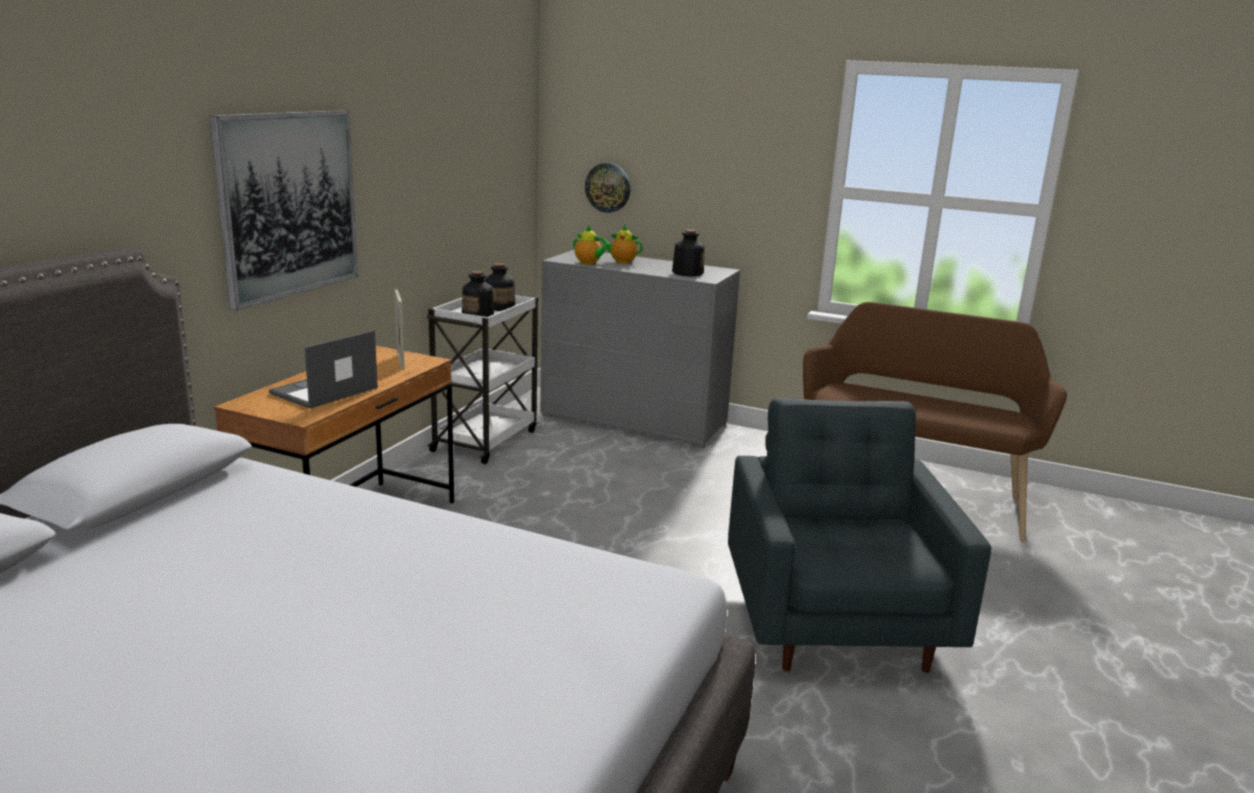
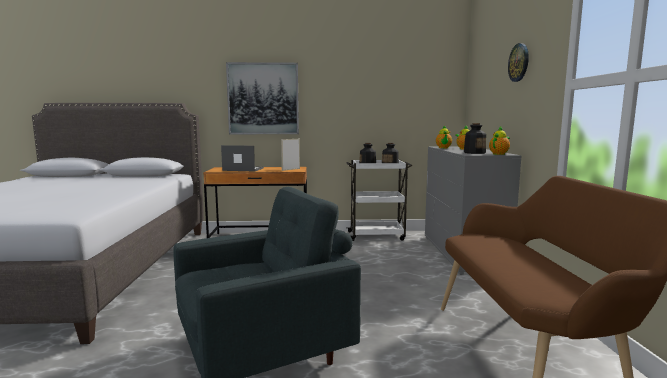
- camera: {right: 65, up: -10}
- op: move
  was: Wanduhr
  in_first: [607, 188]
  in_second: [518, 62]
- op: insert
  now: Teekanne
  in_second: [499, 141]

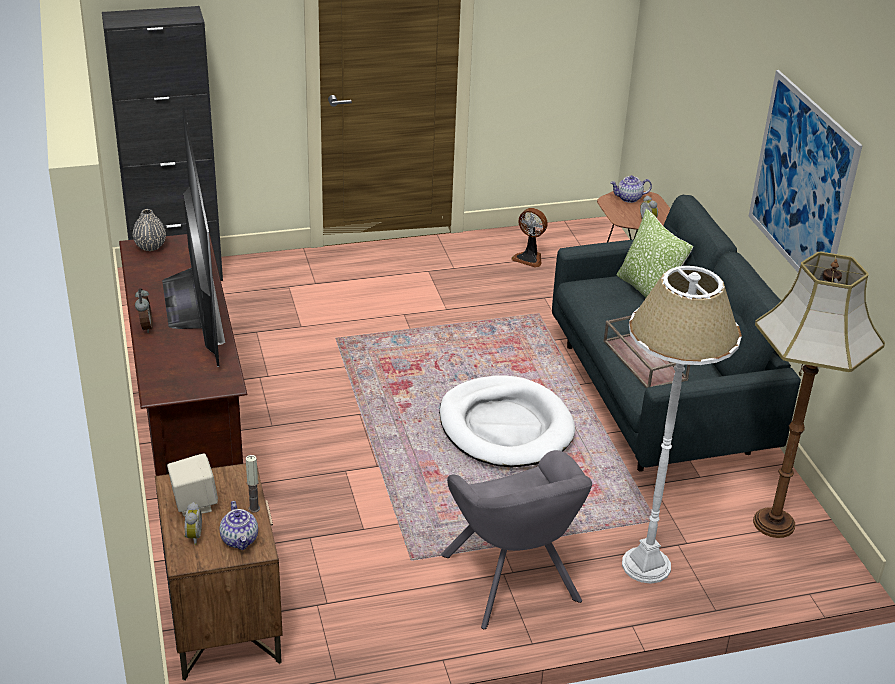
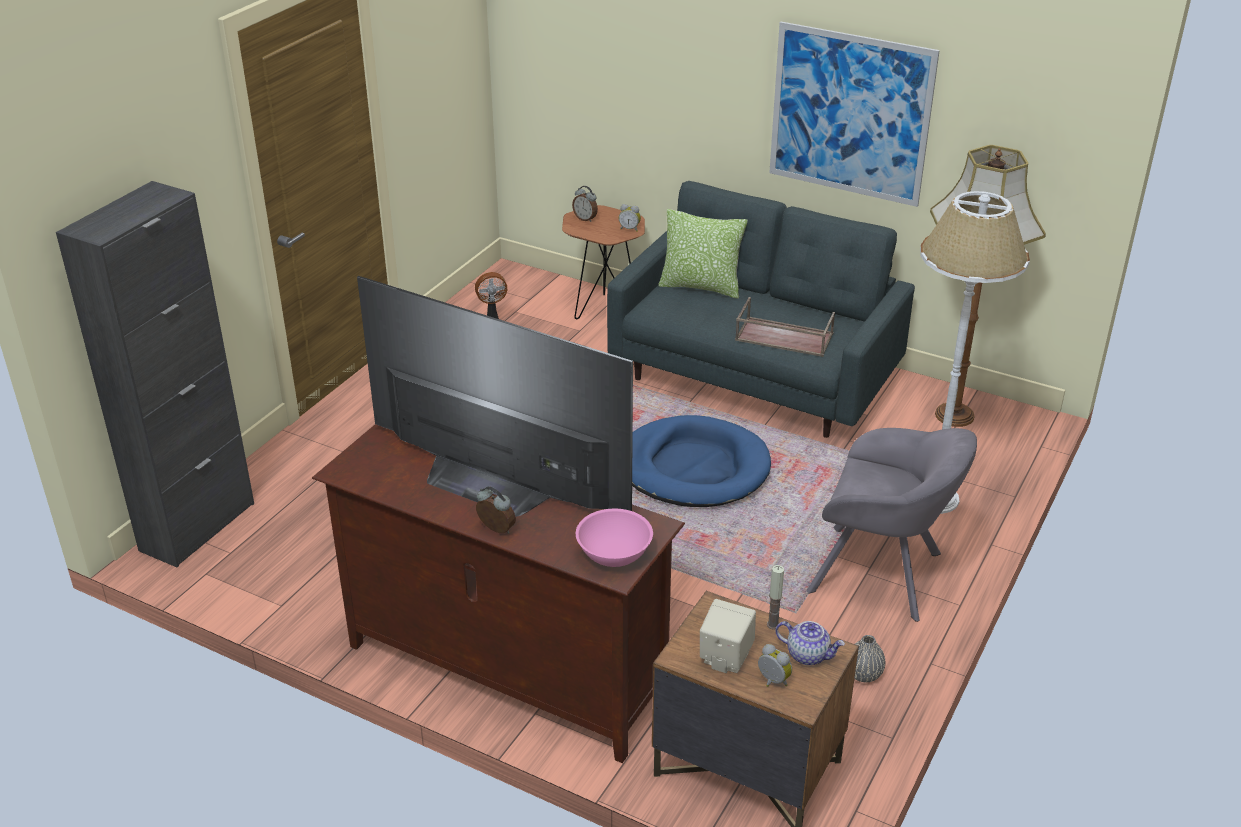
- camera: {right: -45, up: 0}
- op: replace
  was: Teekanne
  now: Wecker
  in_first: [631, 189]
  in_second: [585, 204]
- op: move
  was: Vase (grau)
  in_first: [149, 230]
  in_second: [870, 658]
- op: recolor
  was: Hundebett (weiß)
  now: Hundebett (blau)
  in_first: [507, 421]
  in_second: [701, 461]
- op: insert
  now: Schüssel (rosa)
  in_second: [614, 538]

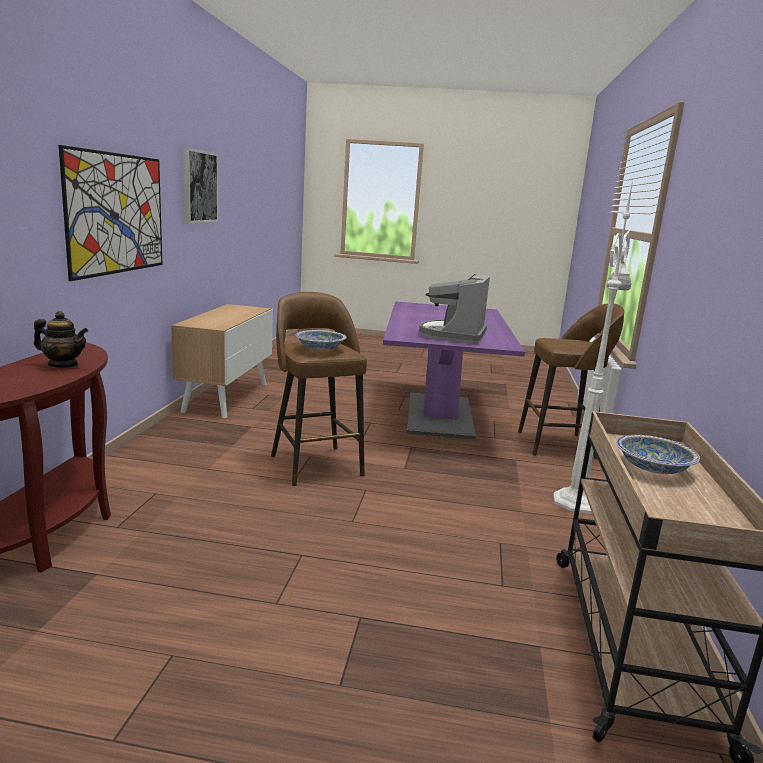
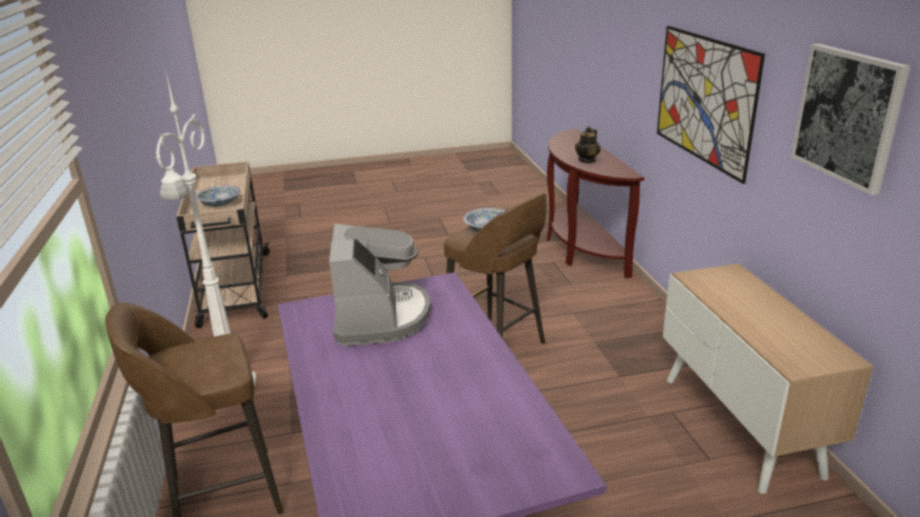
- camera: {right: 160, up: 10}
- op: rotate
  was: Teekanne
  in_first: [61, 339]
  in_second: [587, 144]
  clockwise: -45

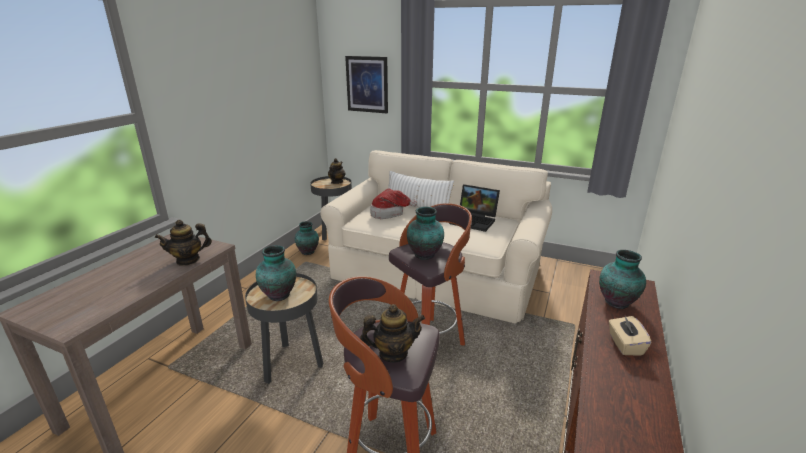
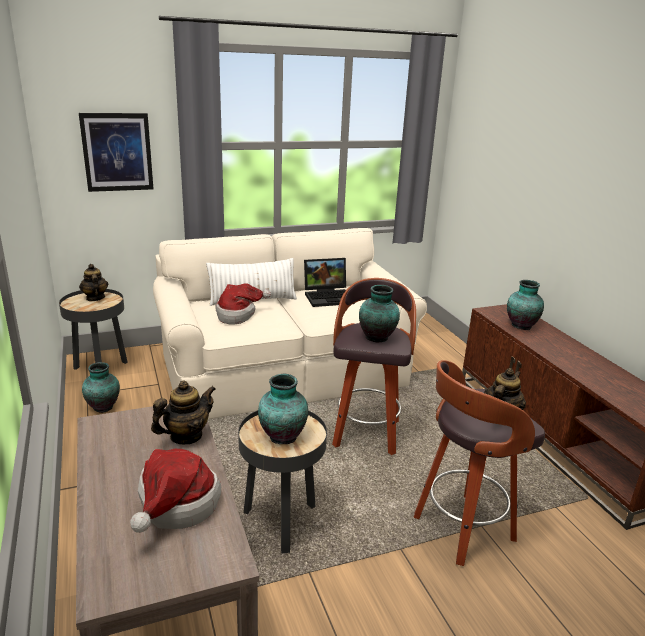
- camera: {right: -45, up: 0}
- op: rotate
  was: Teekanne
  in_first: [183, 242]
  in_second: [183, 412]
  clockwise: -150
- op: delete
  was: Taschentuchbox (beige)
  in_first: [630, 336]
- op: insert
  now: Hut
  in_second: [175, 491]

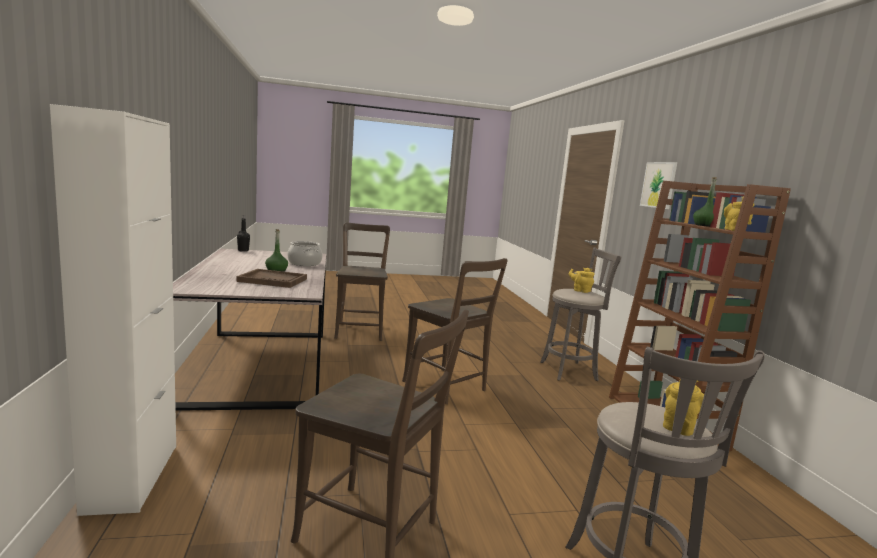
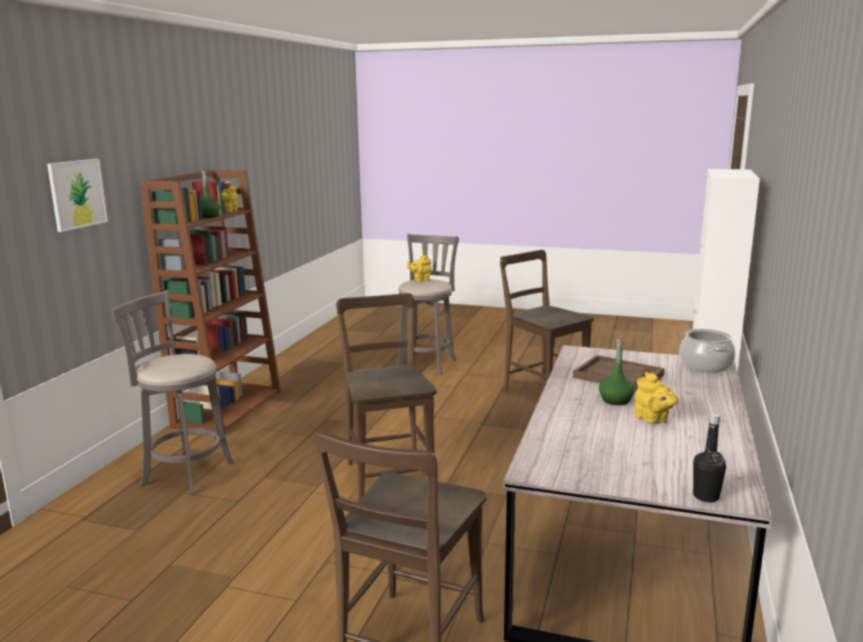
- camera: {right: -150, up: 5}
- op: move
  was: Kochtopf
  in_first: [305, 253]
  in_second: [707, 351]
- op: move
  was: Teekanne (gelb)
  in_first: [581, 280]
  in_second: [656, 398]

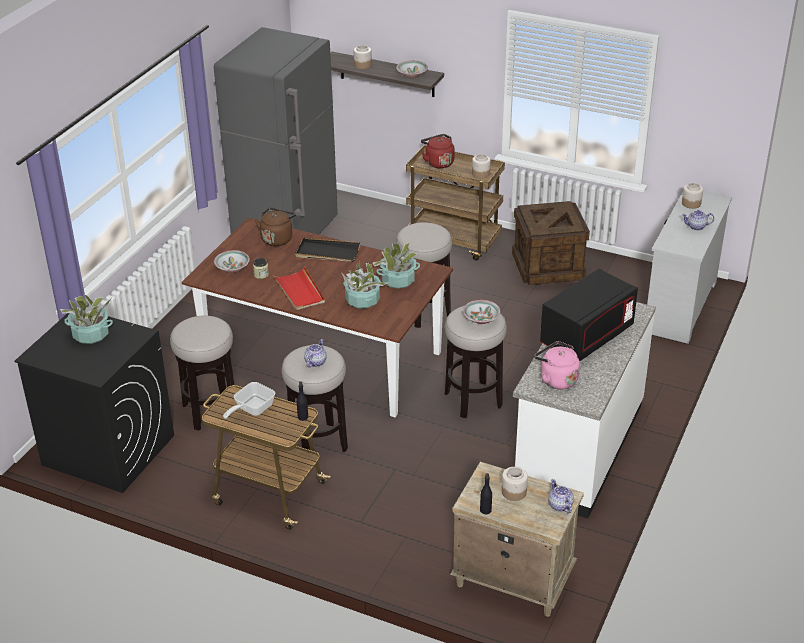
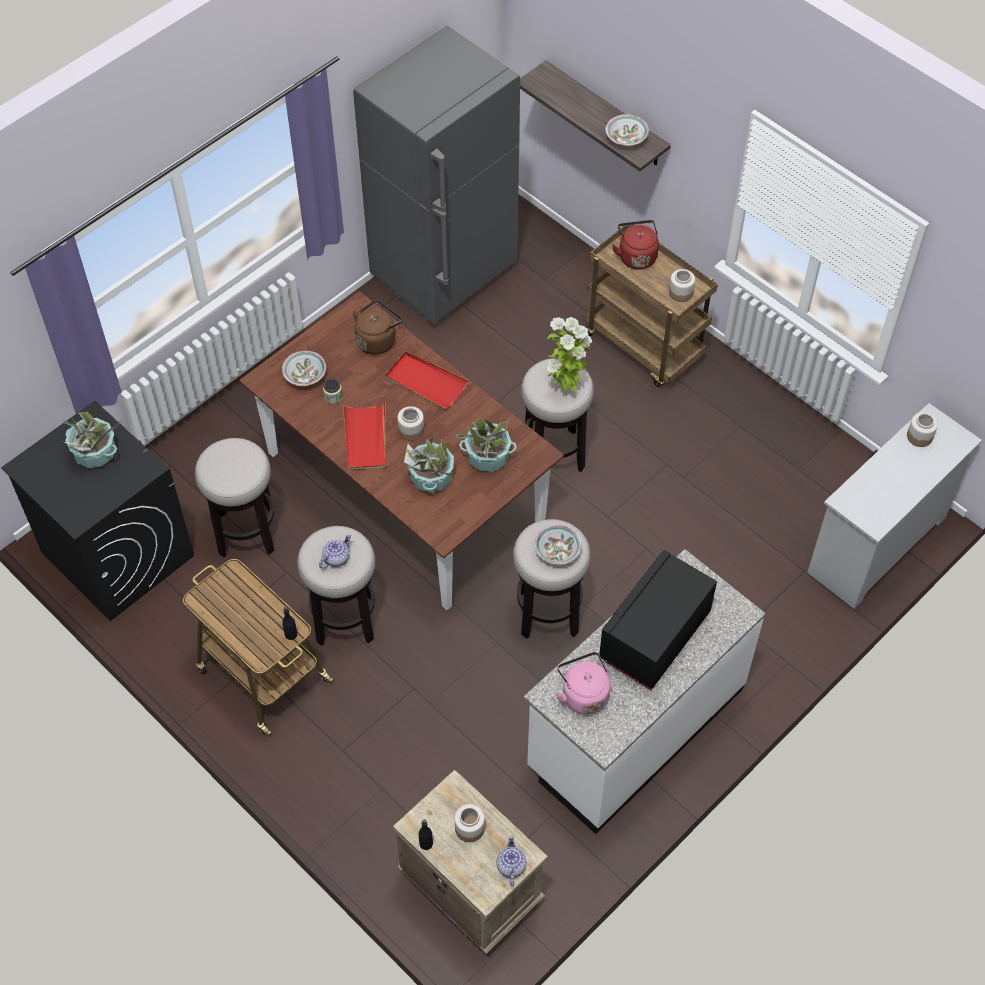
- camera: {right: 20, up: 20}
- op: move
  was: Vorratsglas
  in_first: [363, 57]
  in_second: [411, 423]
- op: delete
  was: Kiste
  in_first: [551, 243]
- op: delete
  was: Teekanne
  in_first: [698, 220]
- op: recolor
  was: Tablett (schwarz)
  now: Tablett (rot)
  in_first: [327, 250]
  in_second: [427, 380]
- op: rotate
  was: Mikrowelle (schwarz)
  in_first: [589, 315]
  in_second: [658, 620]
  clockwise: 150
- op: delete
  was: Pfanne
  in_first: [249, 400]
- op: insert
  now: Topfpflanze
  in_second: [569, 354]

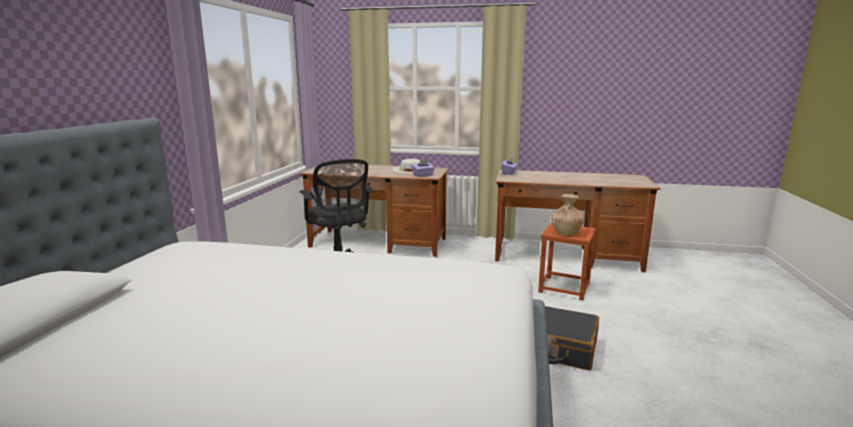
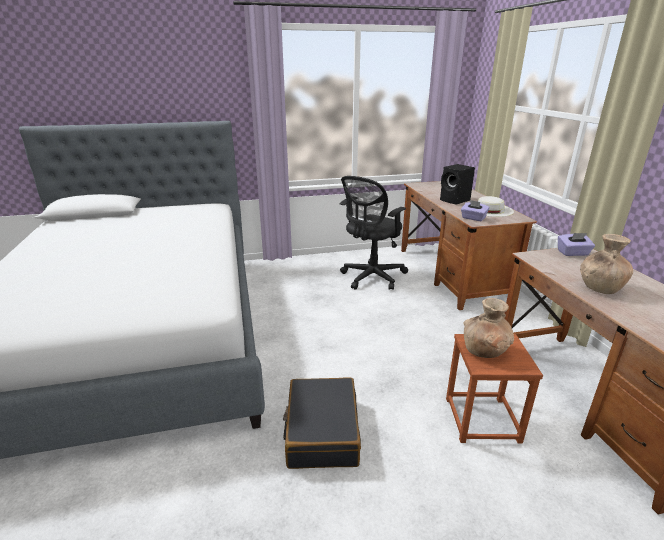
- camera: {right: 65, up: 10}
- op: insert
  now: Lautsprecher (schwarz)
  in_second: [457, 184]
- op: insert
  now: Vase (braun)
  in_second: [606, 264]

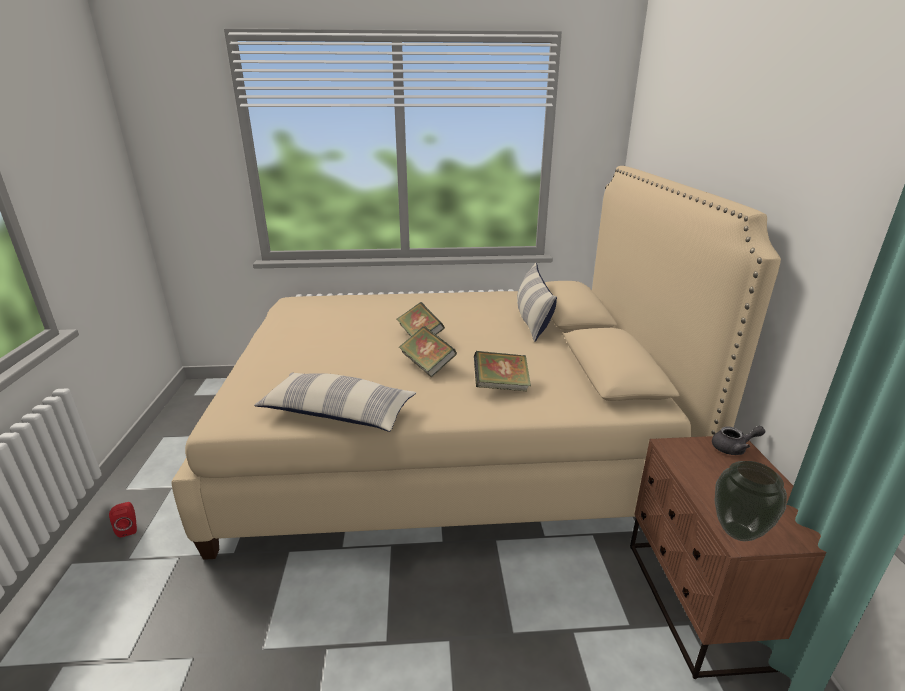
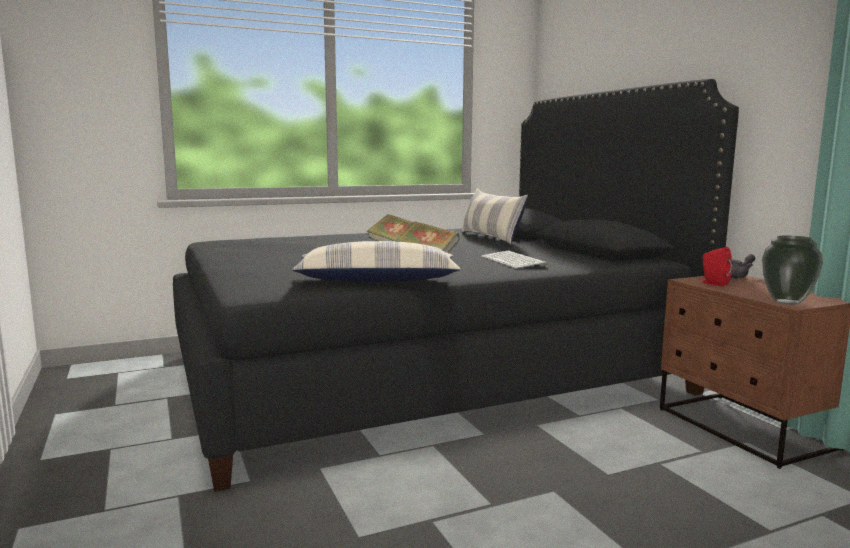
- camera: {right: -20, up: -15}
- op: recolor
  was: Bett (beige)
  now: Bett (schwarz)
  in_first: [476, 363]
  in_second: [456, 285]
- op: replace
  was: Buch
  now: Tastatur
  in_first: [502, 371]
  in_second: [514, 259]
- op: move
  was: Lautsprecher (rot)
  in_first: [123, 519]
  in_second: [716, 266]

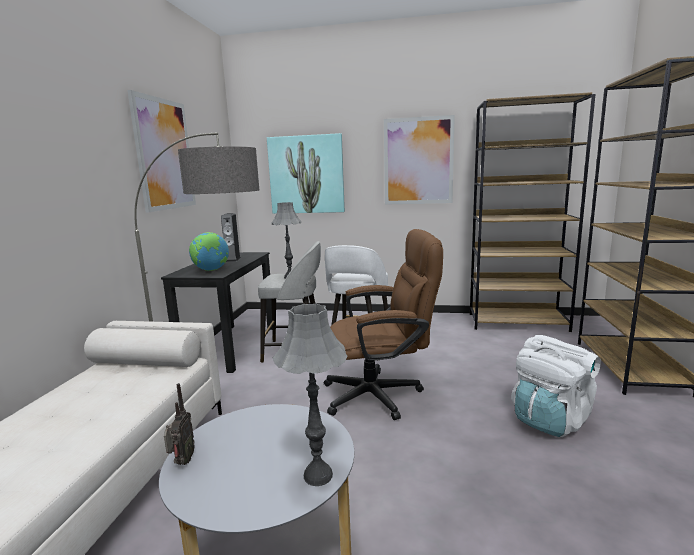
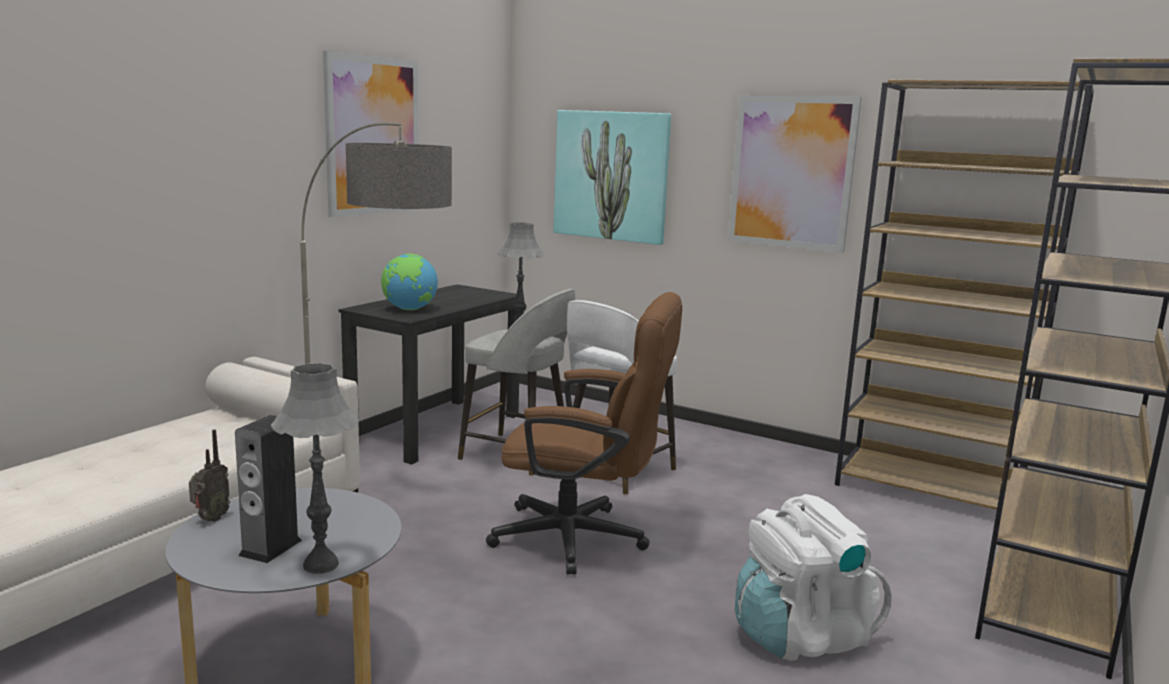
- camera: {right: 20, up: 0}
- op: move
  was: Lautsprecher
  in_first: [231, 237]
  in_second: [268, 489]

